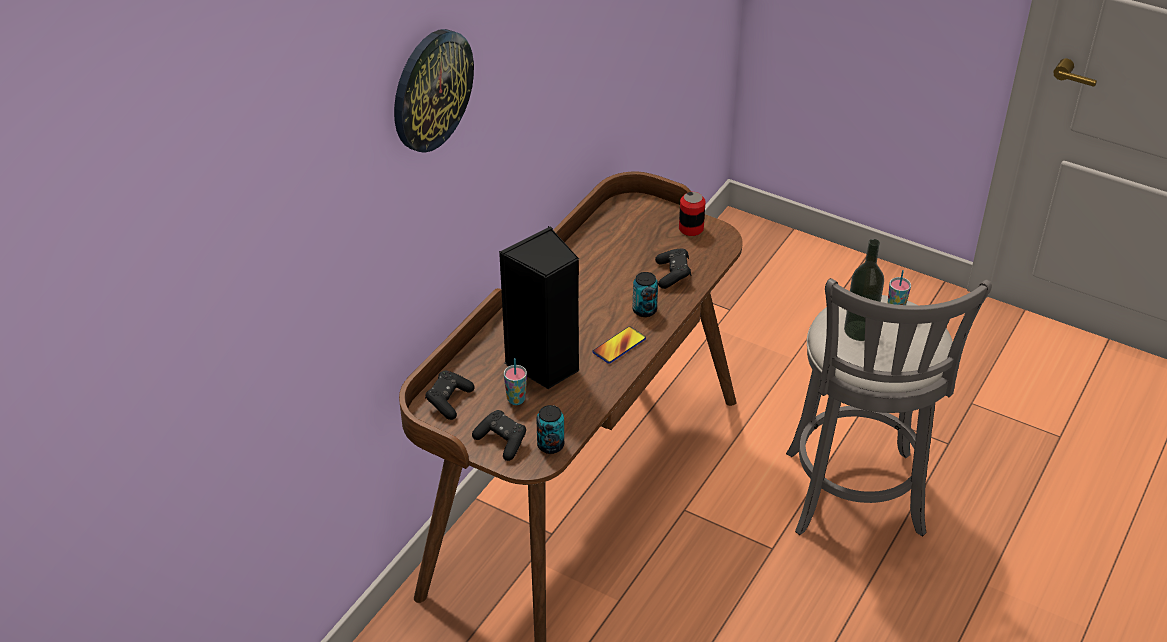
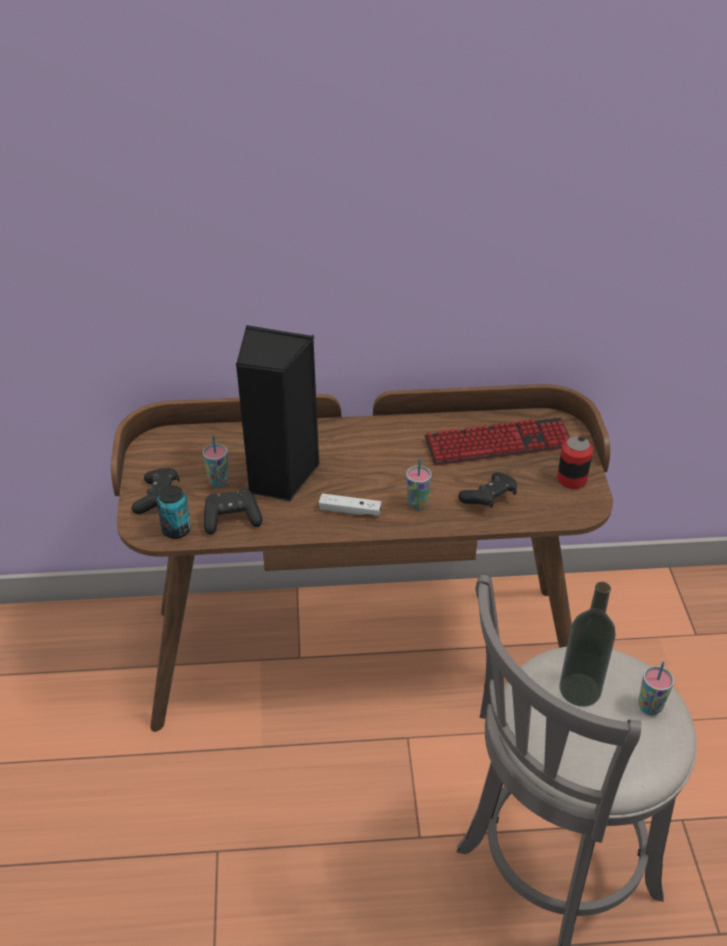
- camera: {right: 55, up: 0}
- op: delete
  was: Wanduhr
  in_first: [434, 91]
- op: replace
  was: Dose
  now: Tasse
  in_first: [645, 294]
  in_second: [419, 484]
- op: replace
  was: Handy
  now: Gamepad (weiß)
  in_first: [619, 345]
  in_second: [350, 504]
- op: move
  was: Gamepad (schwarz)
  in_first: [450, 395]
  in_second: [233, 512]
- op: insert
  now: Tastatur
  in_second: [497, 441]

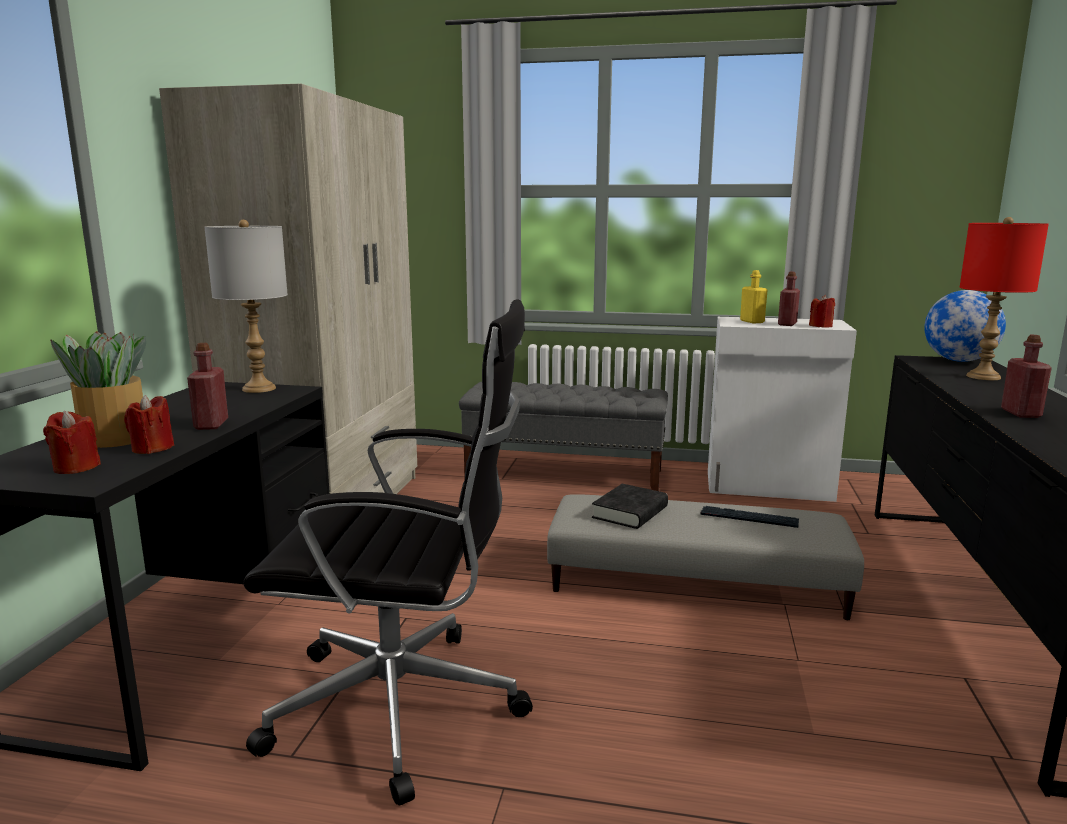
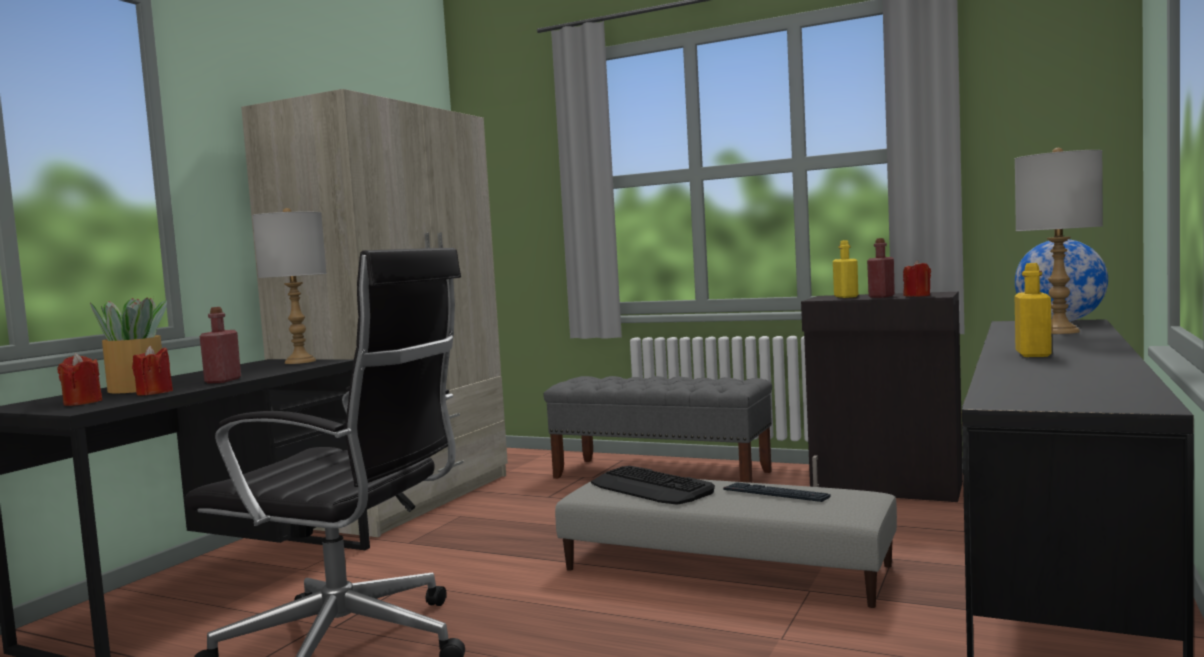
- camera: {right: 15, up: -10}
- op: recolor
  was: Tischlampe (rot)
  now: Tischlampe (grau)
  in_first: [1004, 298]
  in_second: [1059, 241]
- op: recolor
  was: Schrank (weiß)
  now: Schrank (schwarz)
  in_first: [782, 409]
  in_second: [882, 397]
- op: recolor
  was: Flasche (rot)
  now: Flasche (gelb)
  in_first: [1026, 376]
  in_second: [1033, 310]
- op: replace
  was: Buch (schwarz)
  now: Tastatur
  in_first: [630, 506]
  in_second: [653, 485]

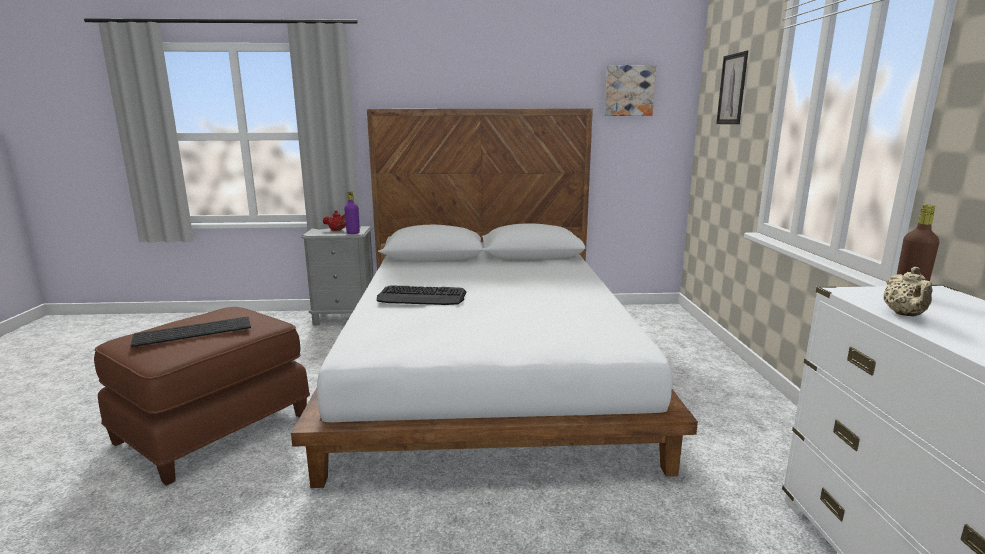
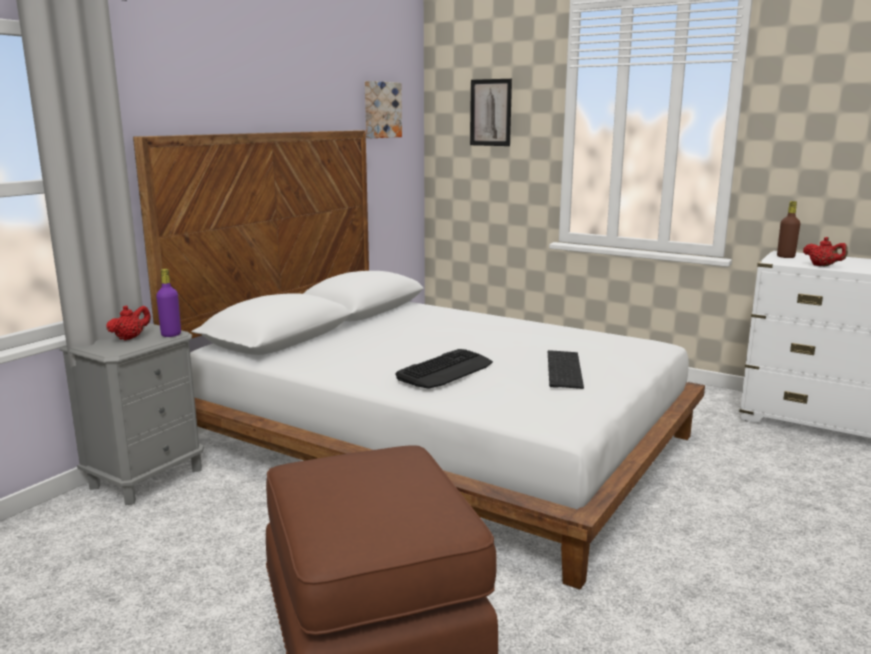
- camera: {right: -55, up: 0}
- op: recolor
  was: Teekanne (beige)
  now: Teekanne (rot)
  in_first: [907, 292]
  in_second: [825, 251]
- op: move
  was: Tastatur
  in_first: [191, 332]
  in_second: [566, 369]

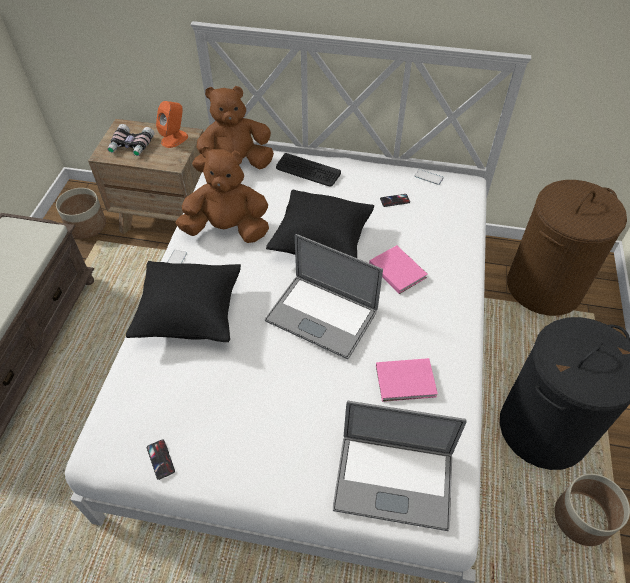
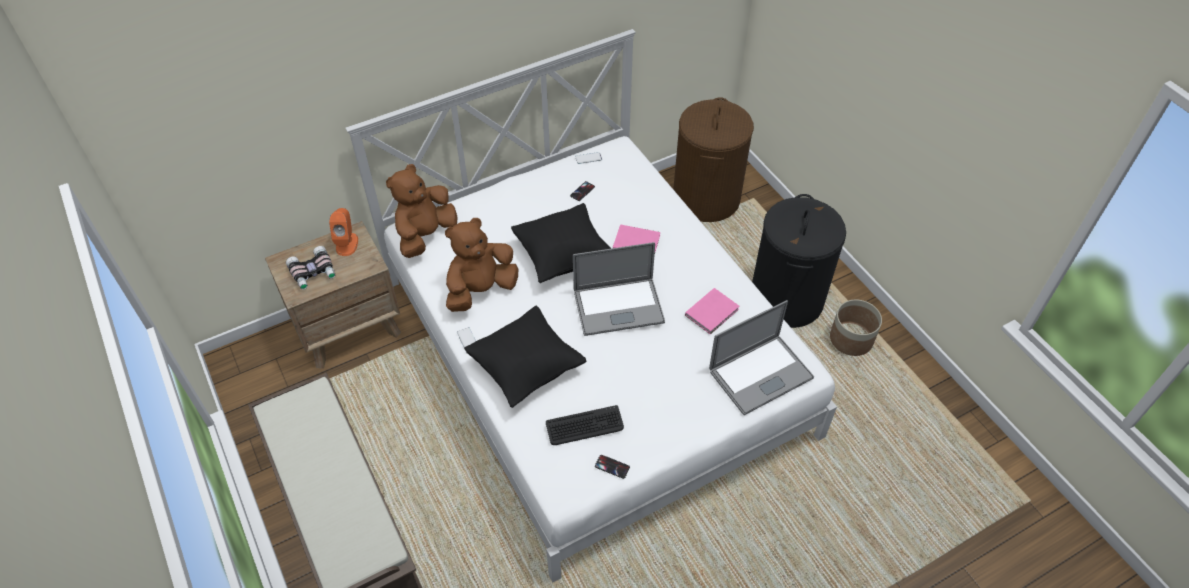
- camera: {right: -40, up: 0}
- op: move
  was: Tastatur
  in_first: [308, 169]
  in_second: [585, 425]
- op: delete
  was: Pflanzkübel
  in_first: [81, 213]

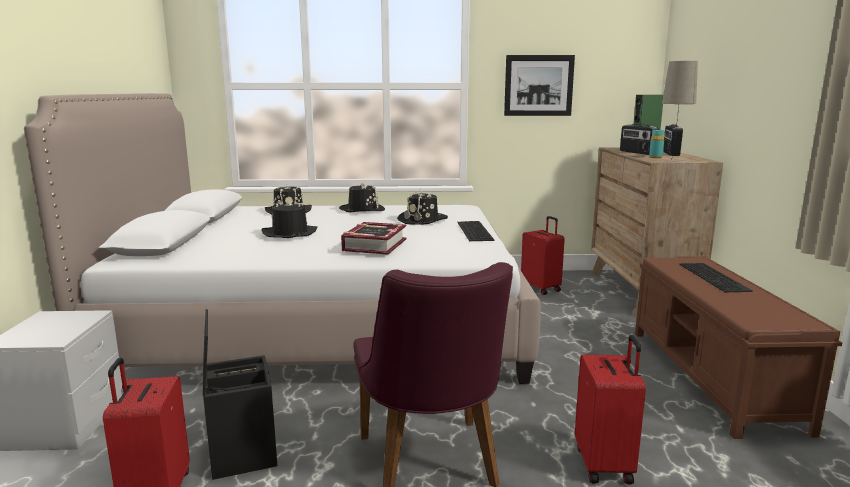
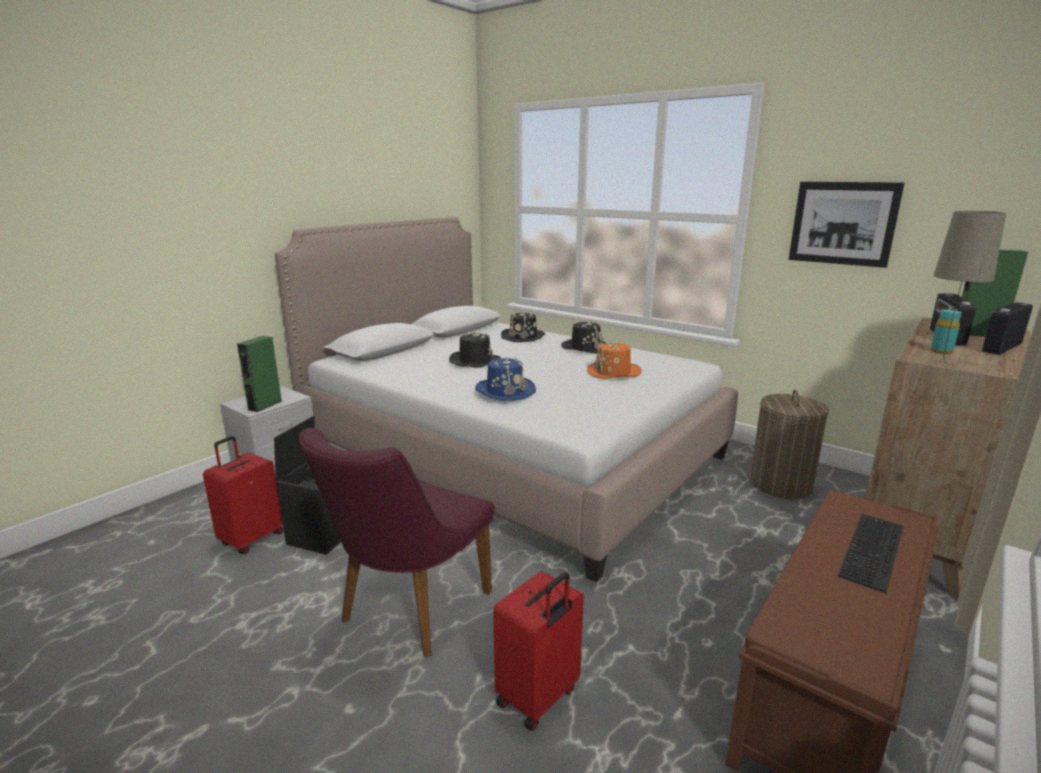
- camera: {right: 40, up: 5}
- op: recolor
  was: Hut (schwarz)
  now: Hut (orange)
  in_first: [422, 208]
  in_second: [614, 360]
- op: replace
  was: Koffer (rot)
  now: Wäschekorb
  in_first: [543, 255]
  in_second: [789, 444]
- op: delete
  was: Tastatur
  in_first: [476, 231]
- op: replace
  was: Buch
  now: Hut (blau)
  in_first: [373, 238]
  in_second: [505, 379]
- op: insert
  now: Lautsprecher (grün)
  in_second: [259, 374]

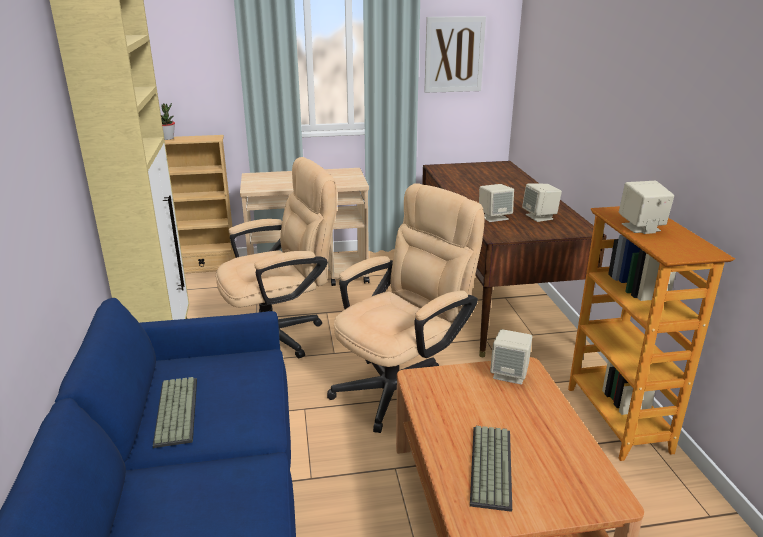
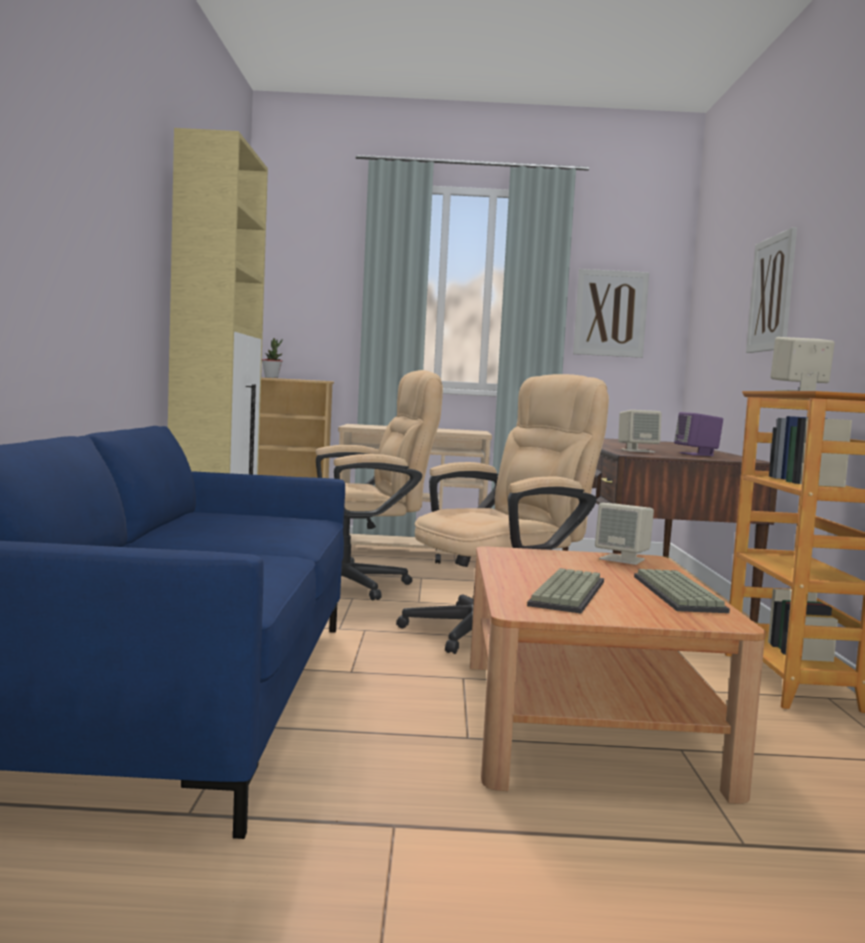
- camera: {right: 10, up: -20}
- op: recolor
  was: Lautsprecher (beige)
  now: Lautsprecher (lila)
  in_first: [542, 202]
  in_second: [698, 434]
- op: move
  was: Tastatur
  in_first: [175, 412]
  in_second: [682, 591]
- op: insert
  now: Bild
  in_second: [771, 290]

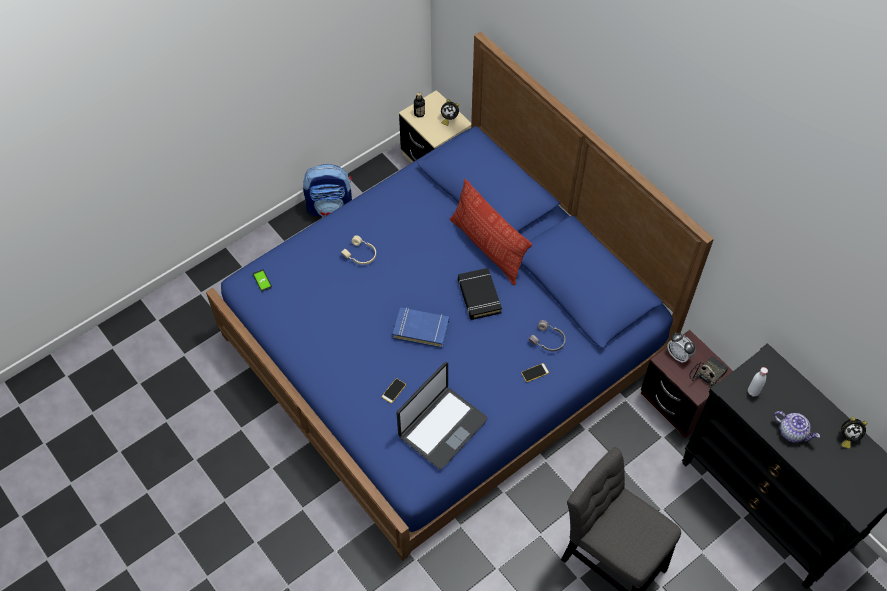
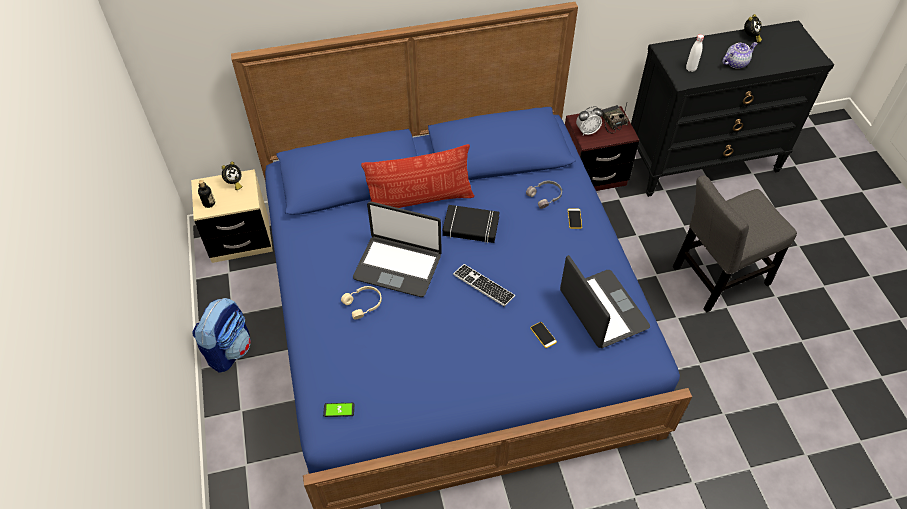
- camera: {right: -65, up: -5}
- op: replace
  was: Buch (blau)
  now: Tastatur
  in_first: [421, 327]
  in_second: [484, 285]
- op: insert
  now: Laptop
  in_second: [397, 249]

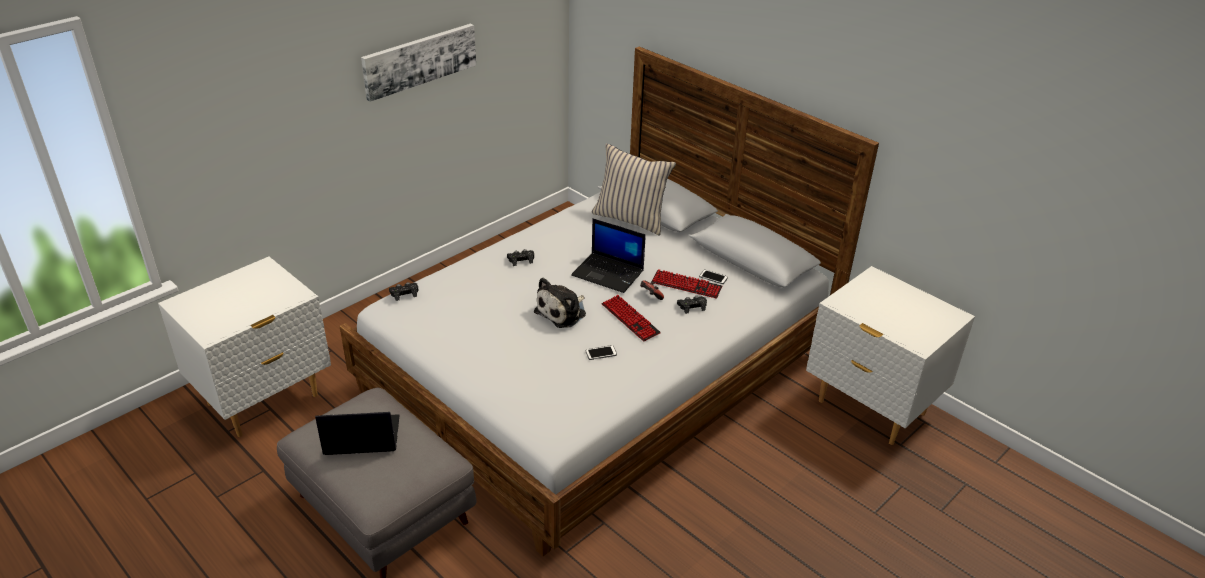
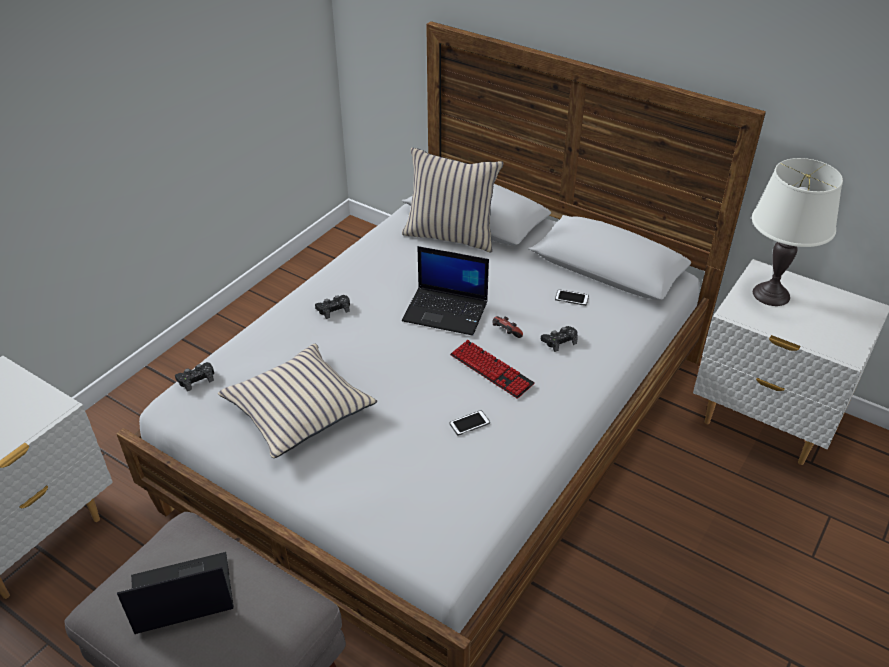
- camera: {right: -10, up: 5}
- op: delete
  was: Bild
  in_first: [418, 63]
- op: delete
  was: Tastatur
  in_first: [686, 284]
- op: delete
  was: Plüschtier
  in_first: [560, 302]
- op: insert
  now: Tischlampe (weiß)
  in_second: [797, 232]
- op: insert
  now: Kissen (beige)
  in_second: [297, 401]

